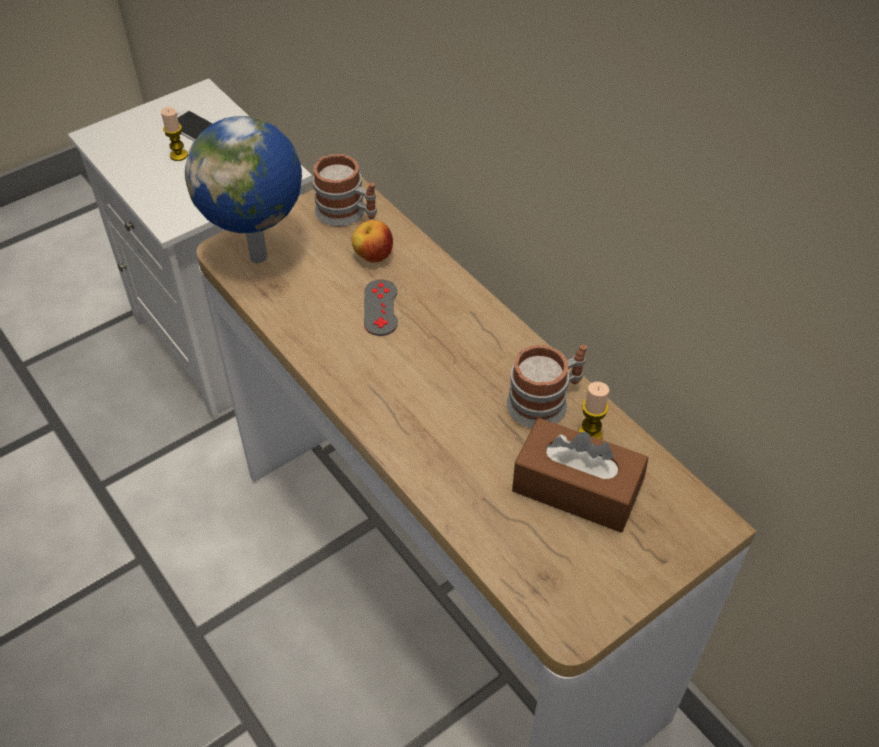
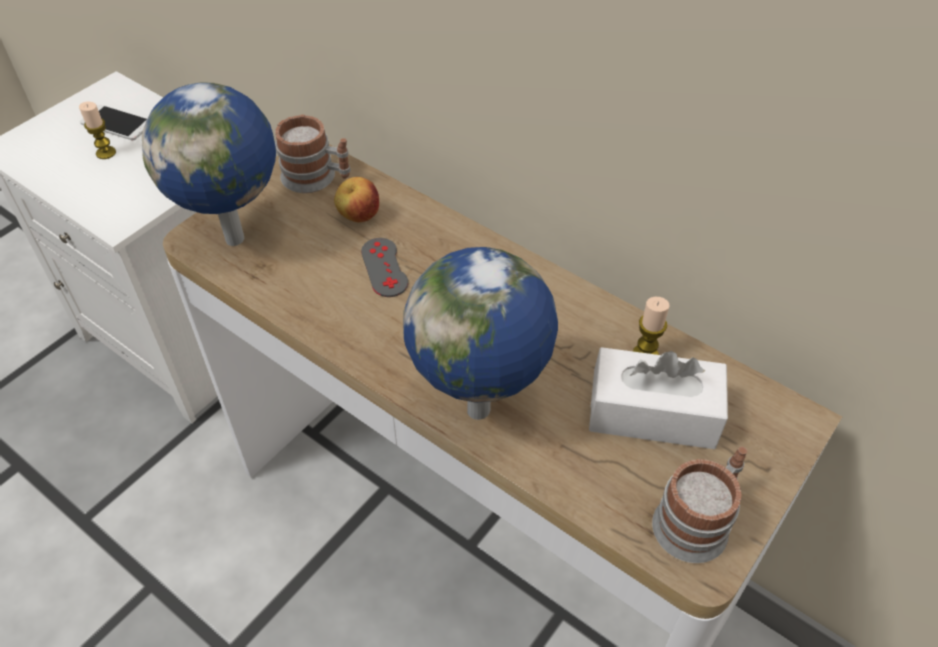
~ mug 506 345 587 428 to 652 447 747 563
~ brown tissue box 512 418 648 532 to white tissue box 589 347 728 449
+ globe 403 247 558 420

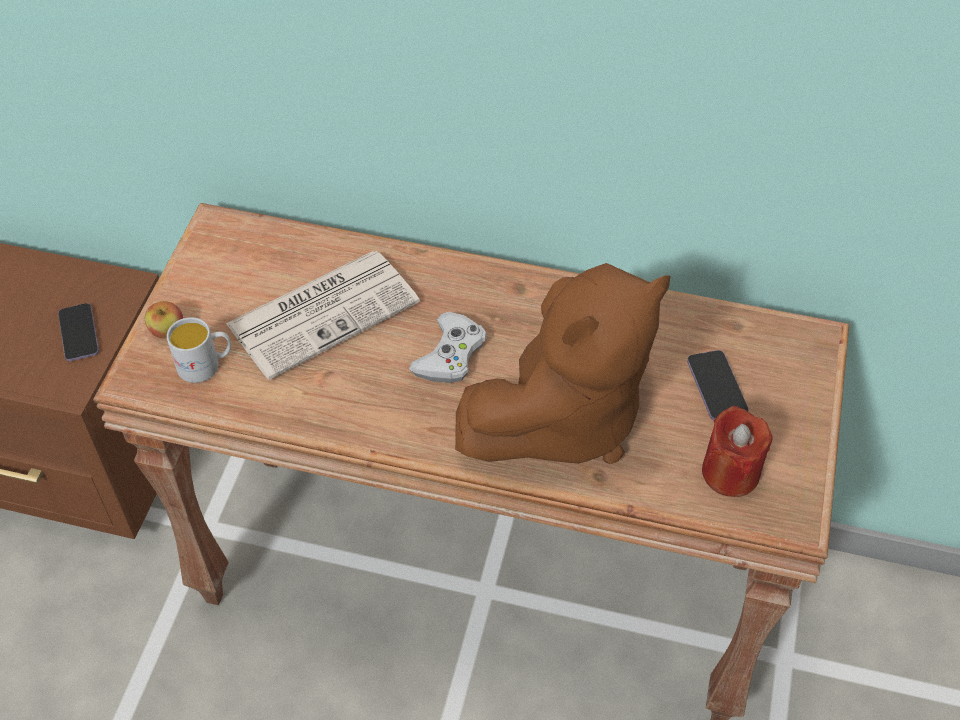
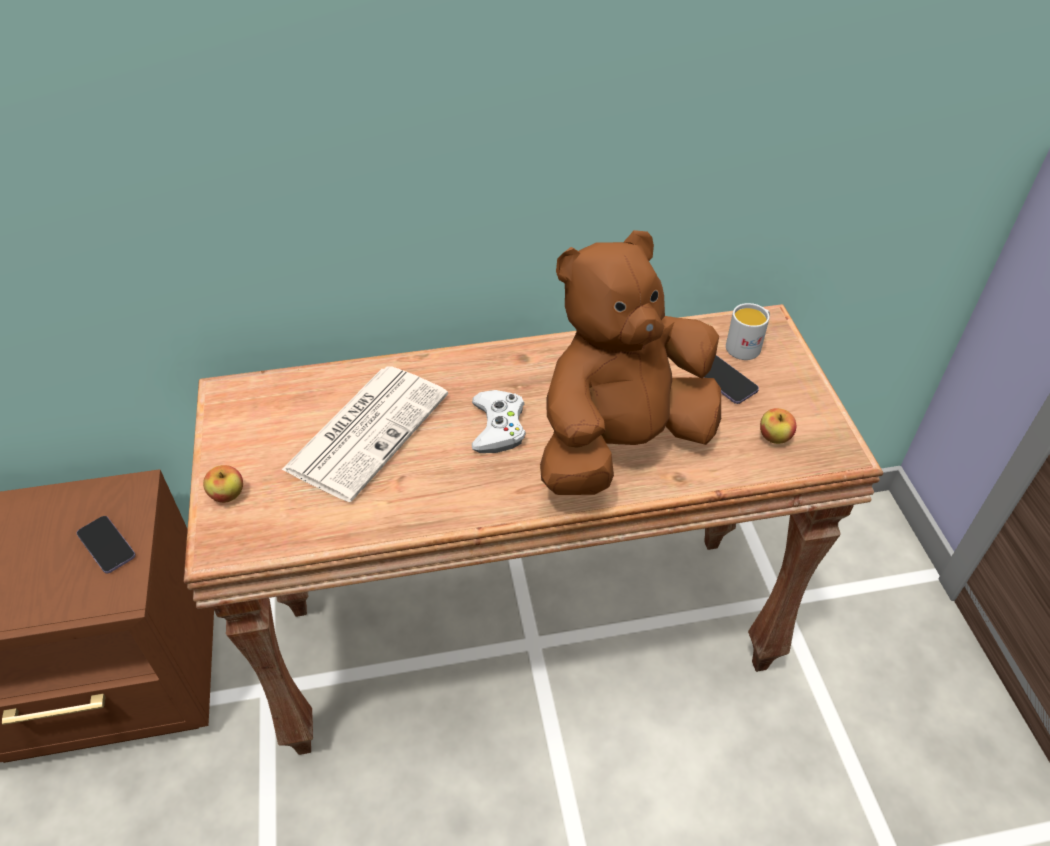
~ brown plush toy 455 263 671 464 = 540 230 721 495 150 degrees counterclockwise
~ white mug 167 317 231 383 to 726 303 770 360
~ red candle 702 406 773 497 to apple 760 408 796 444

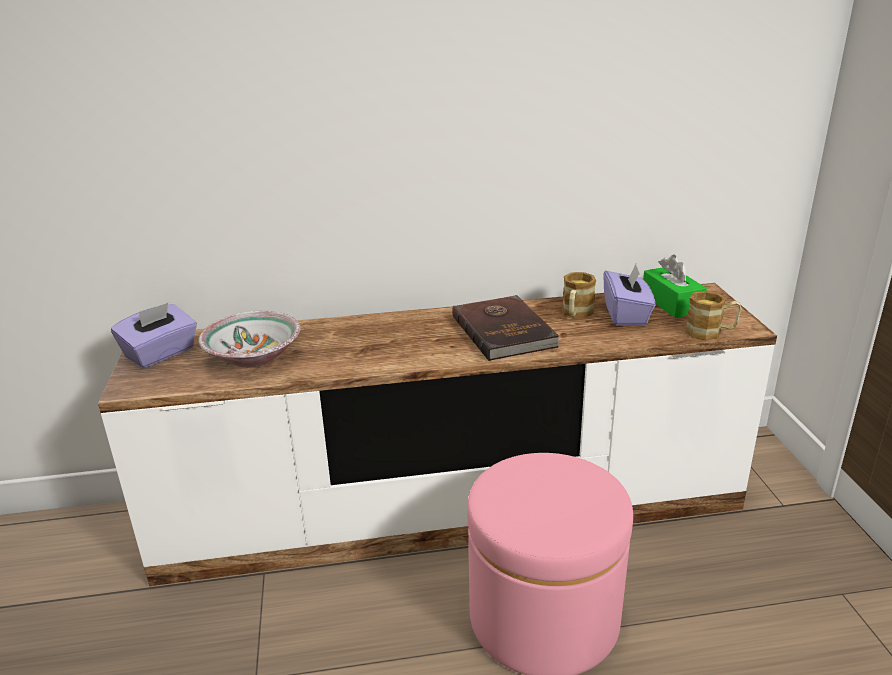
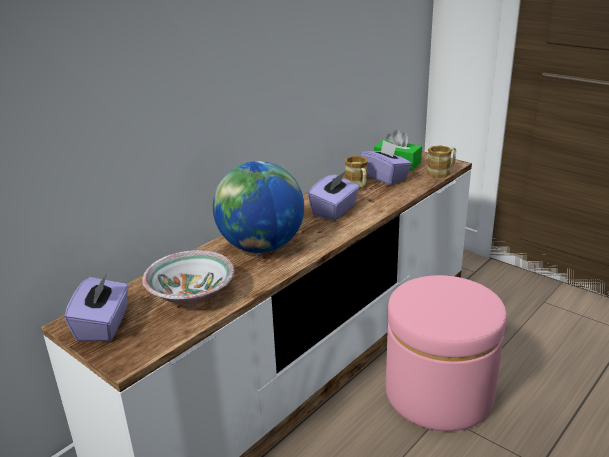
~ brown book 452 295 560 361 to purple tissue box 308 172 360 221
+ globe 213 161 304 253

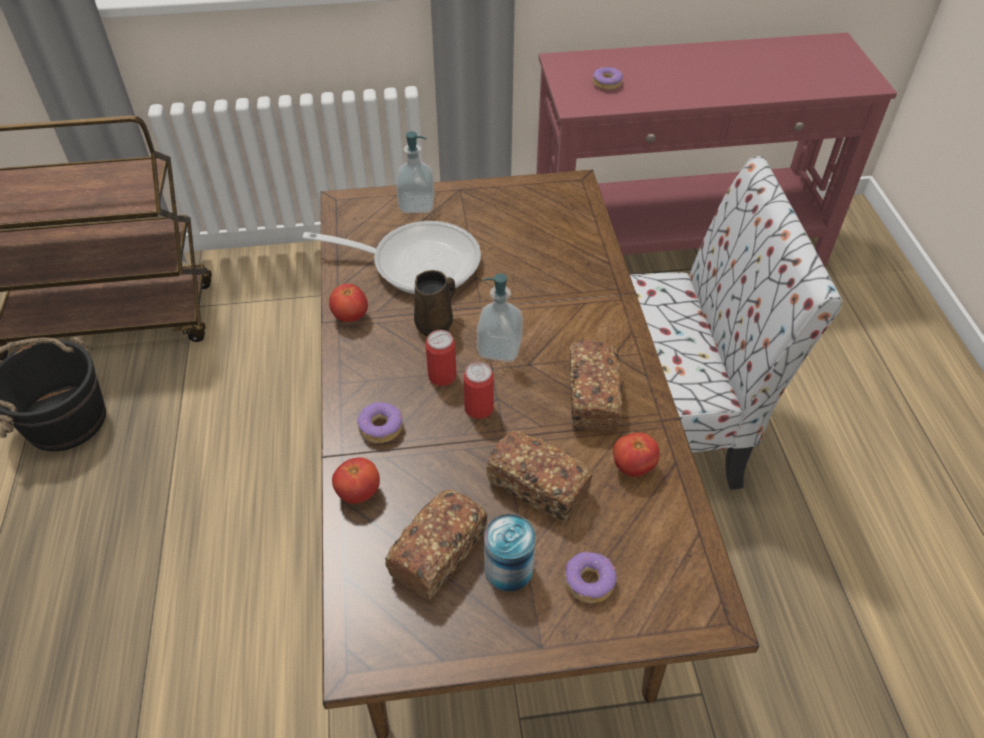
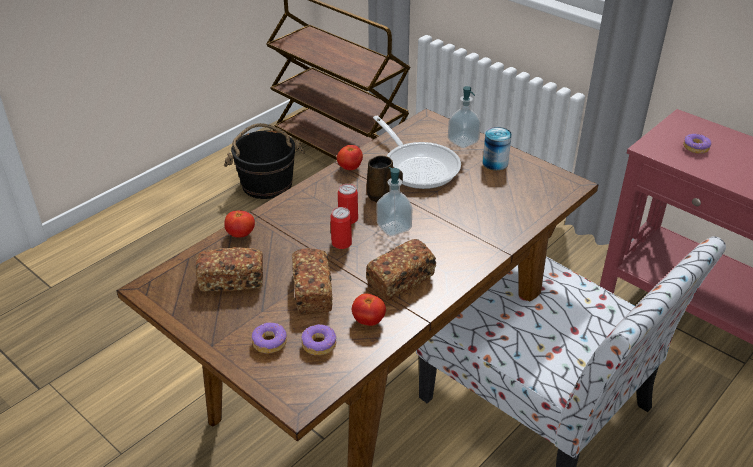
~ donut 357 402 403 443 to 301 324 336 355
~ can 484 514 535 592 to 483 127 512 170

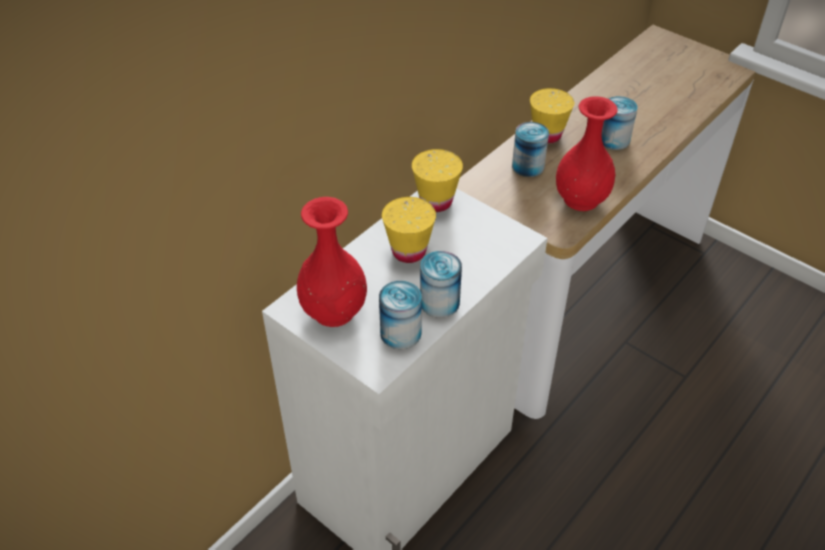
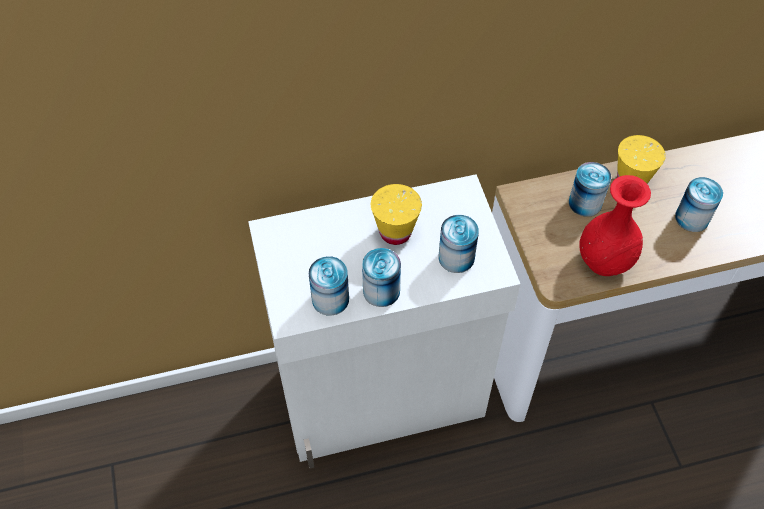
- yellow cup 412 149 463 212
- red vase 297 197 367 327
+ can 438 215 479 273

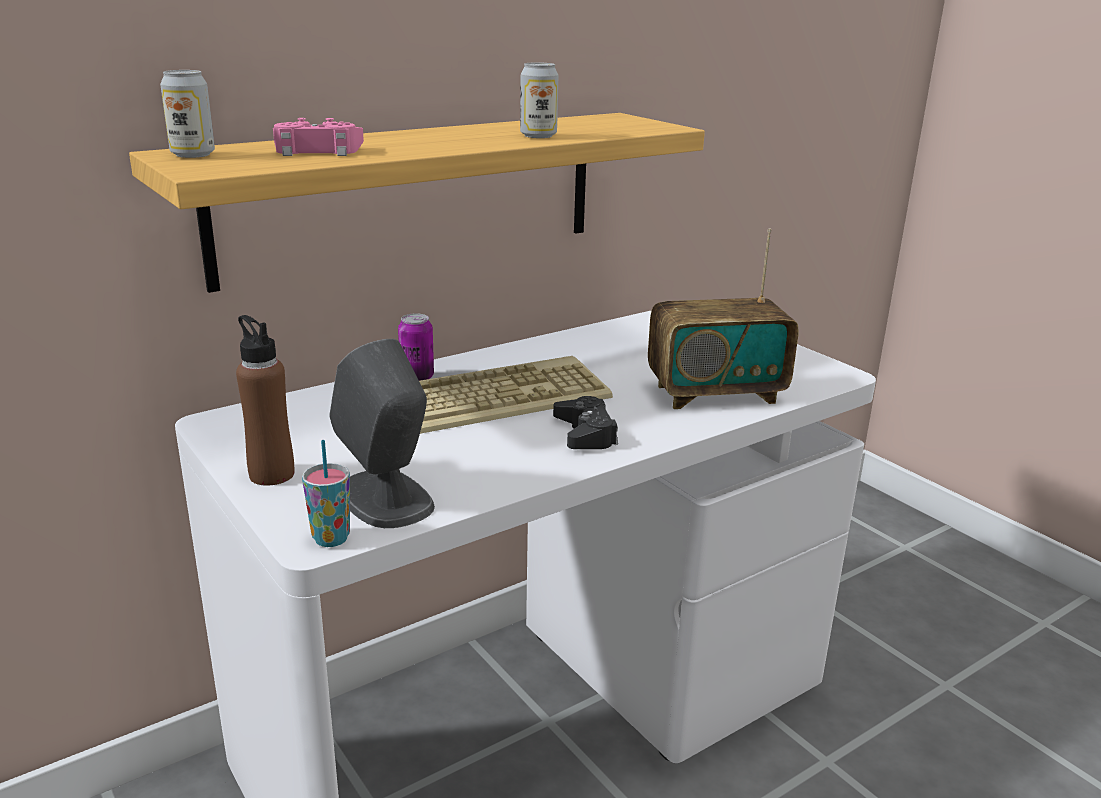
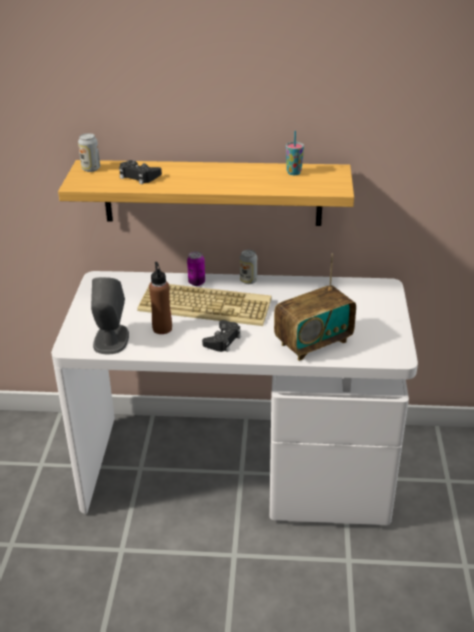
~ can 520 62 558 138 to 240 250 257 284
~ pink game controller 273 118 364 156 to black game controller 119 160 162 184
~ radio 648 228 799 409 = 274 253 356 361 60 degrees counterclockwise
~ brown bottle 236 315 294 486 to 149 262 172 334
~ cup 302 440 350 547 to 286 131 304 175

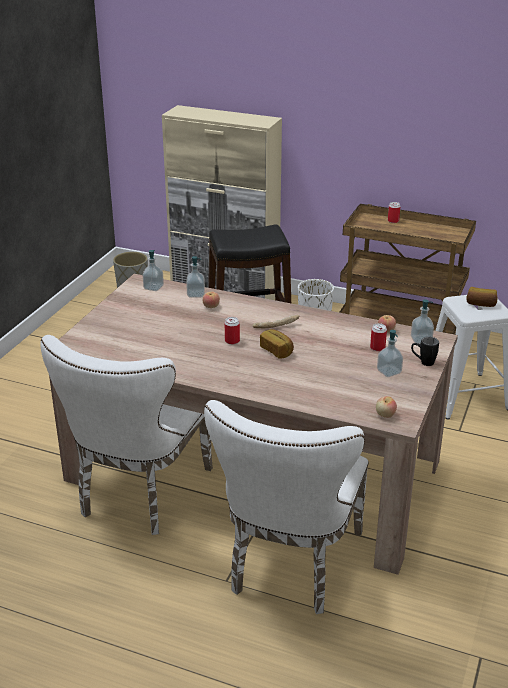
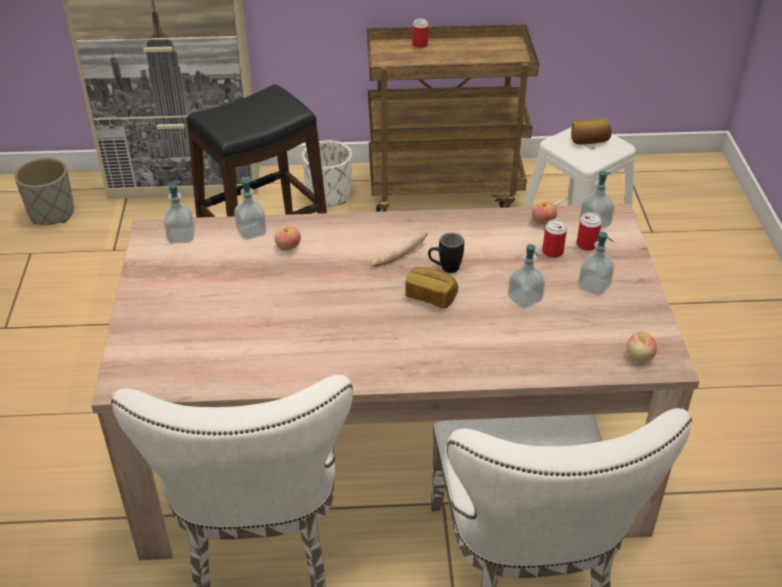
~ can 225 317 240 344 to 576 212 602 251
~ black mug 411 337 439 366 to 428 233 464 273
+ soap dispenser 508 244 545 309

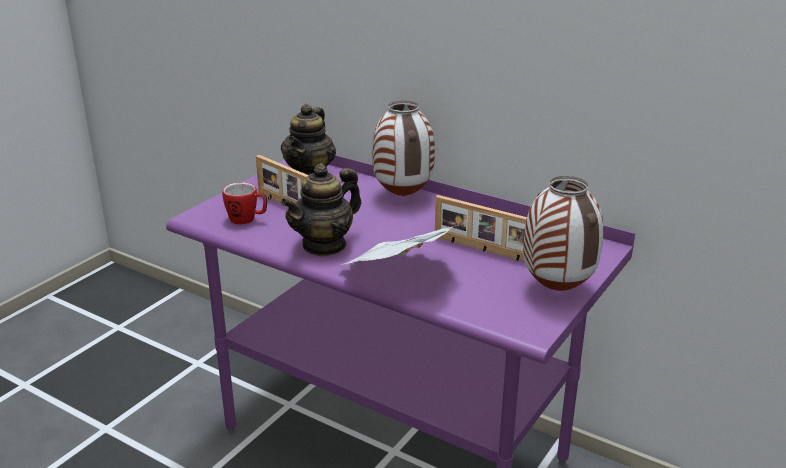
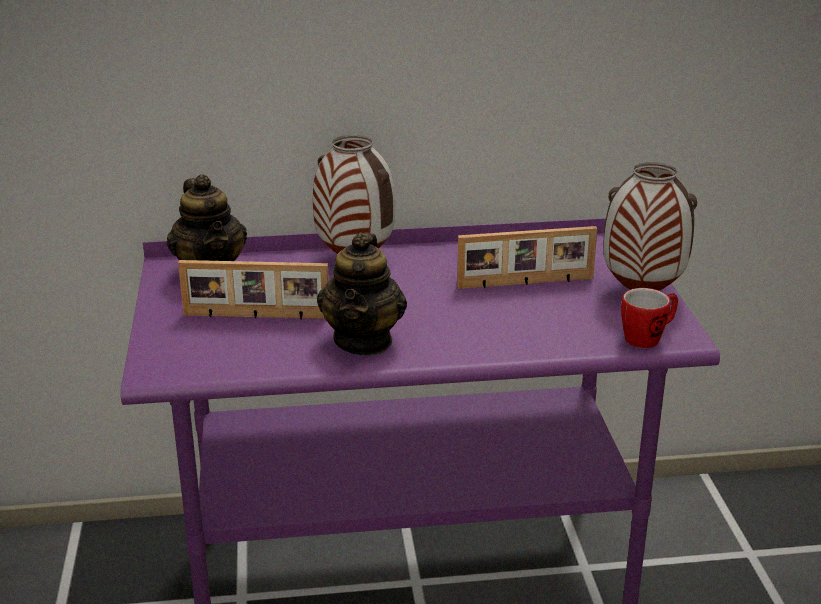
~ mug 222 182 267 224 to 621 288 678 348
- newspaper 341 225 458 265

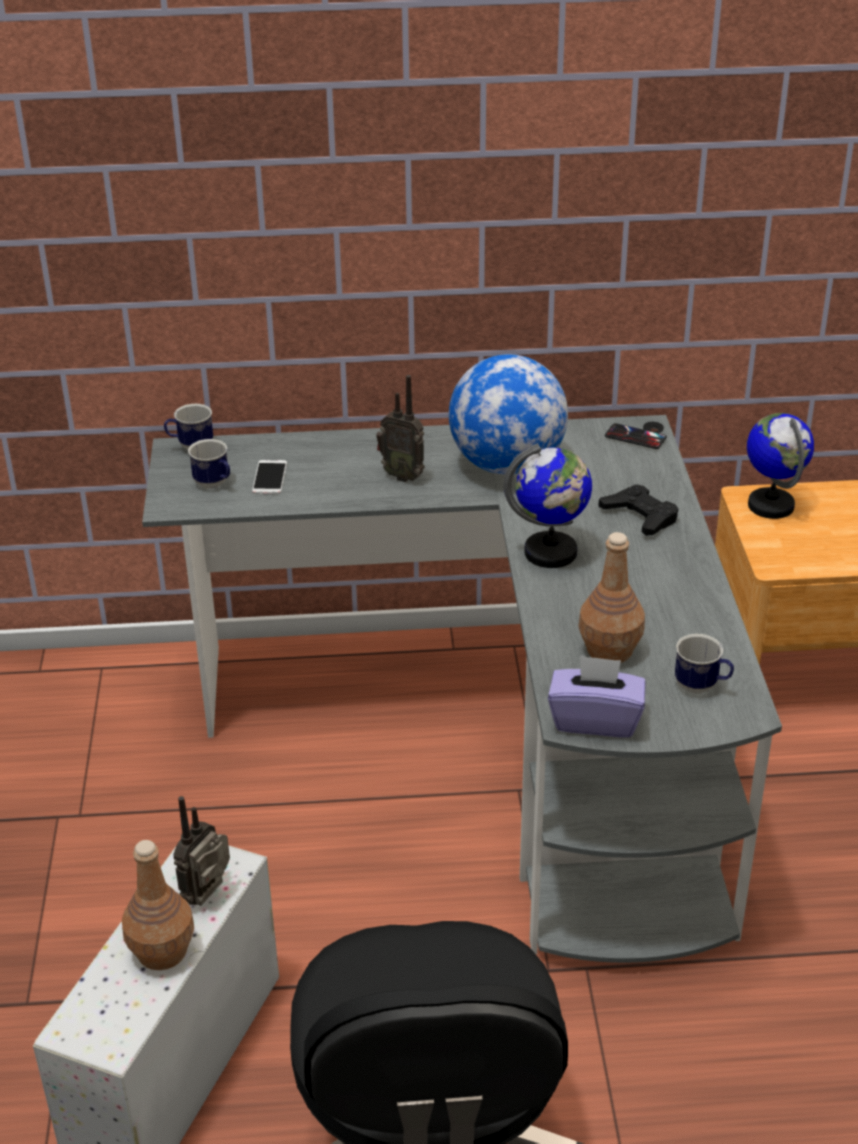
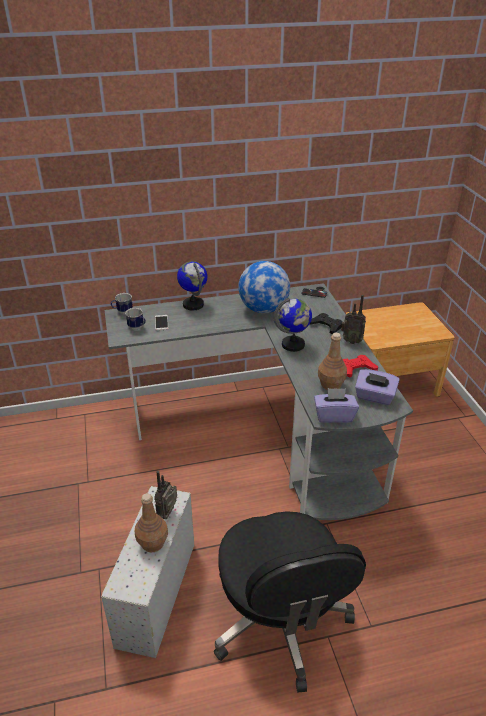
~ radio 376 375 425 482 to 341 295 366 344
~ globe 747 413 814 519 to 177 261 207 310
~ mug 675 634 734 693 to purple tissue box 355 369 400 405
+ red game controller 343 355 378 378

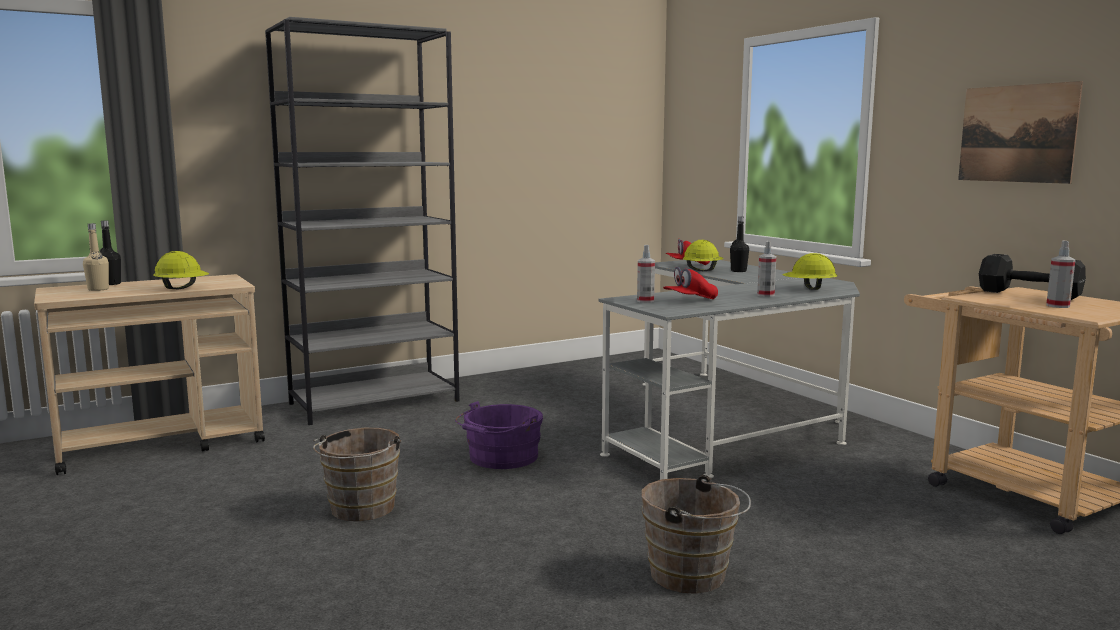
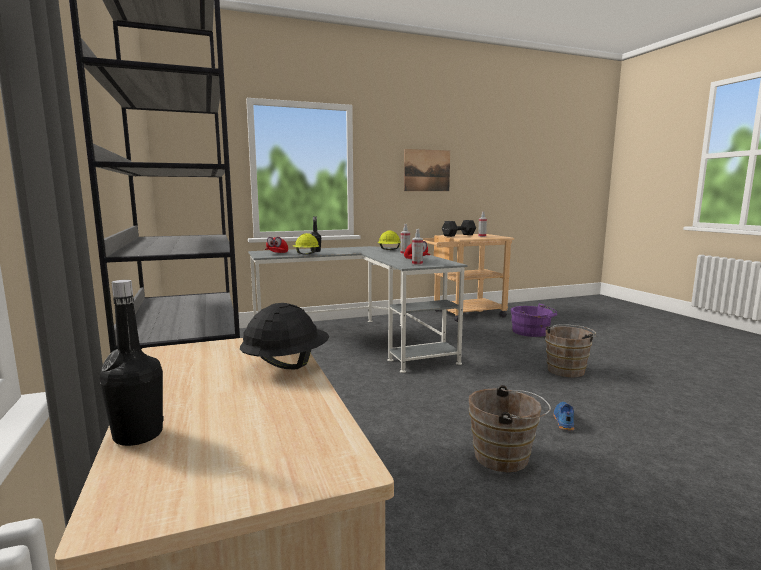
- beige bottle 83 223 109 291
~ yellow hard hat 153 251 209 289 to black hard hat 240 303 329 369
~ purple bucket 455 401 543 469 to 511 304 557 337
+ blue shoe 553 402 574 431

